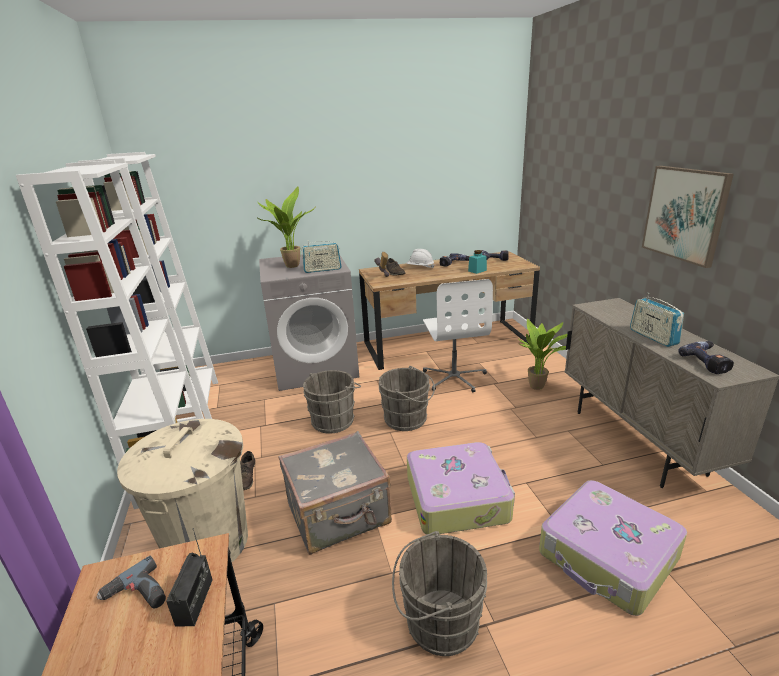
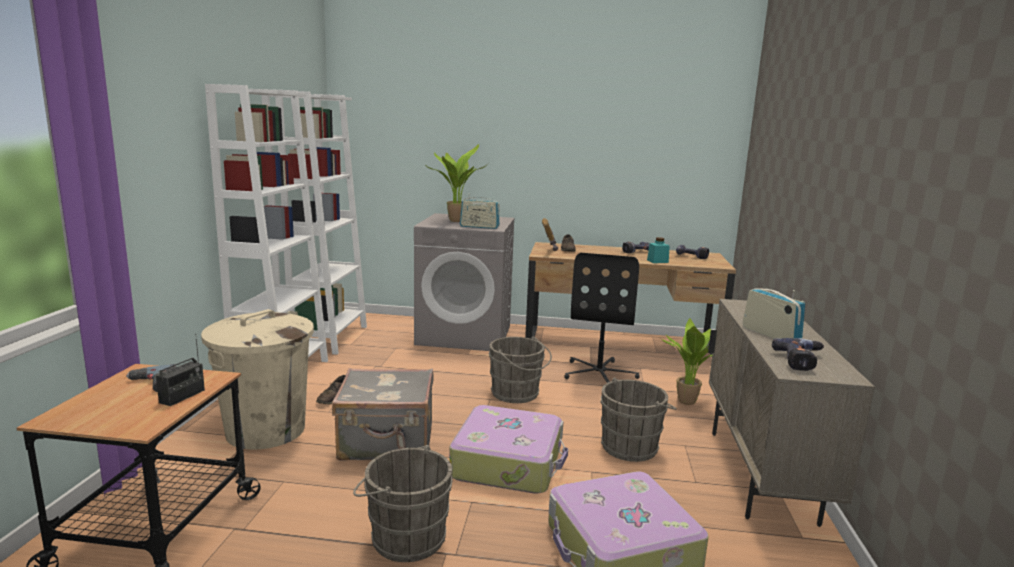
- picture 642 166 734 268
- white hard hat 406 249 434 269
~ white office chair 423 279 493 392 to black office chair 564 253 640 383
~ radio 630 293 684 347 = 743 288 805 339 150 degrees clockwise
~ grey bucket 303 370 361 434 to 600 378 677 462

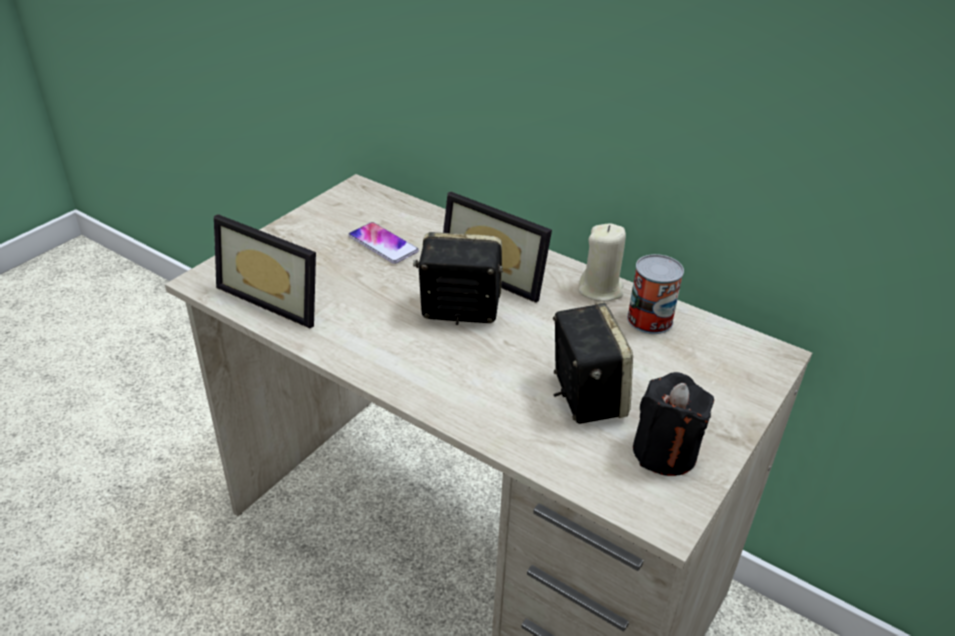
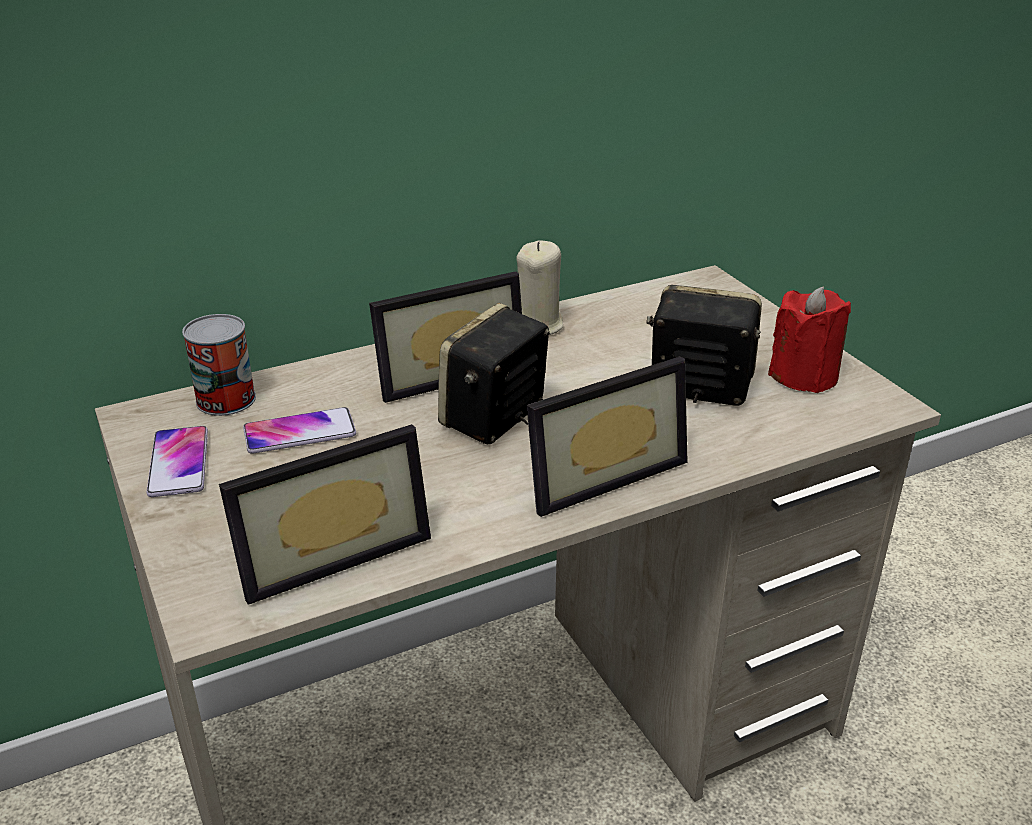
~ can 627 254 684 334 to 182 314 256 416
~ black candle 633 372 714 476 to red candle 768 287 851 393
+ picture frame 527 356 688 517
+ phone 147 426 208 497

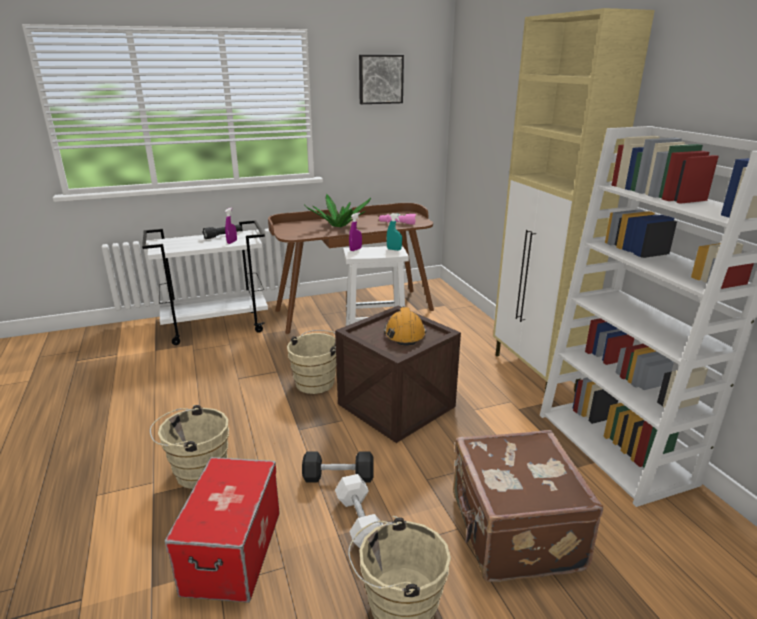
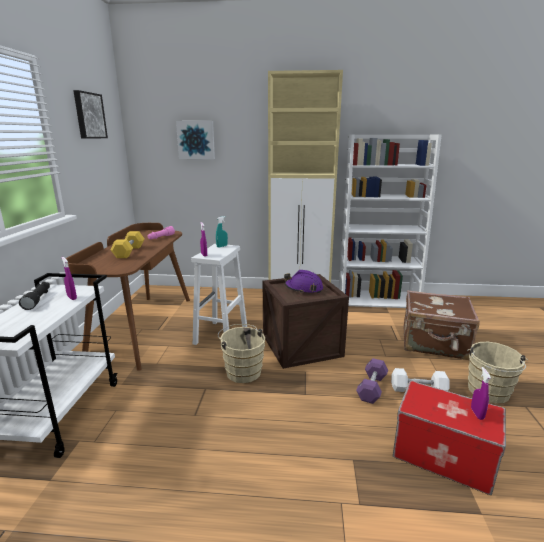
~ potted plant 304 194 371 227 to yellow dumbbell 111 231 145 258
~ orange hard hat 384 307 426 346 to purple hard hat 284 270 323 294
- beige bucket 150 405 229 489
~ black dumbbell 302 451 374 483 to purple dumbbell 356 358 388 404
+ picture 176 121 215 159
+ purple spray bottle 471 367 491 420

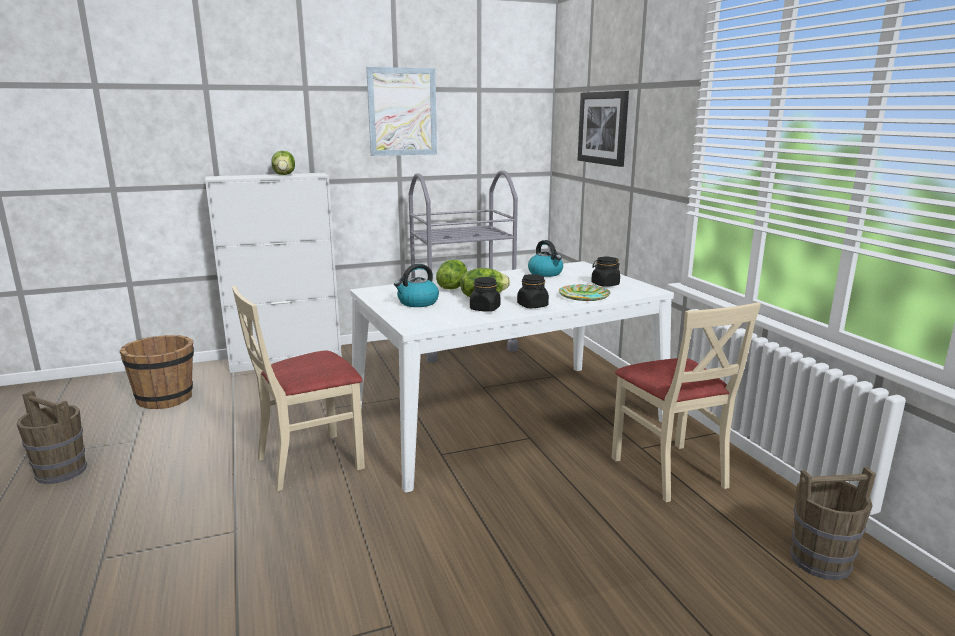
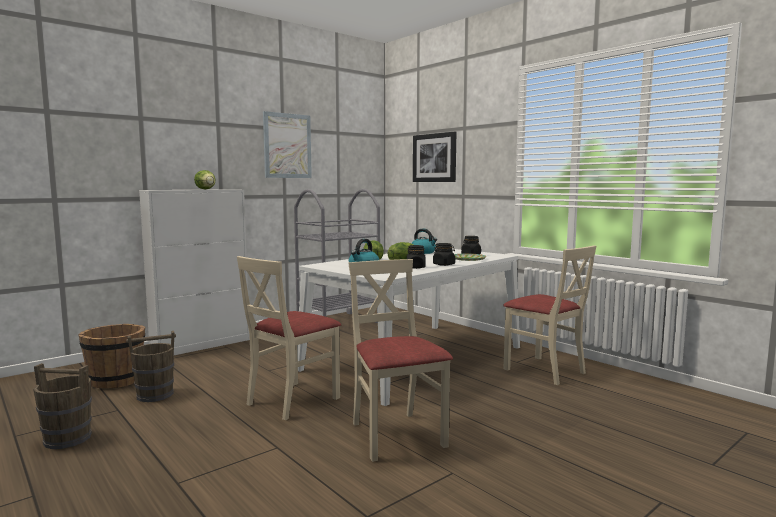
~ brown bucket 791 467 876 580 to 126 331 176 402
+ beige chair 348 259 453 462

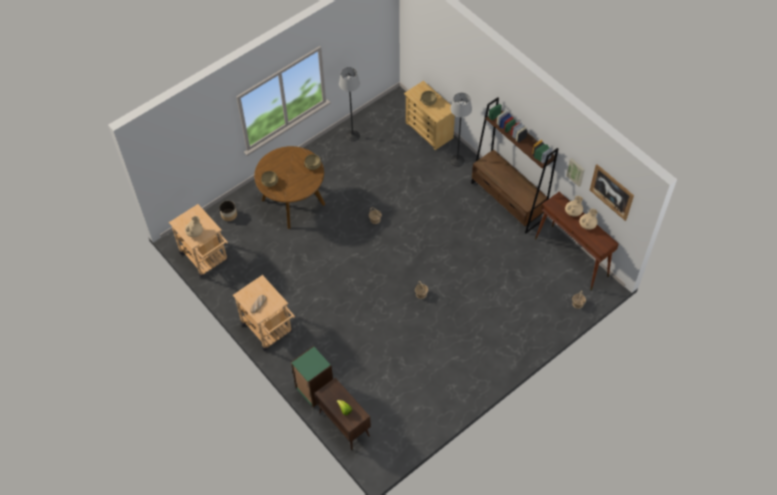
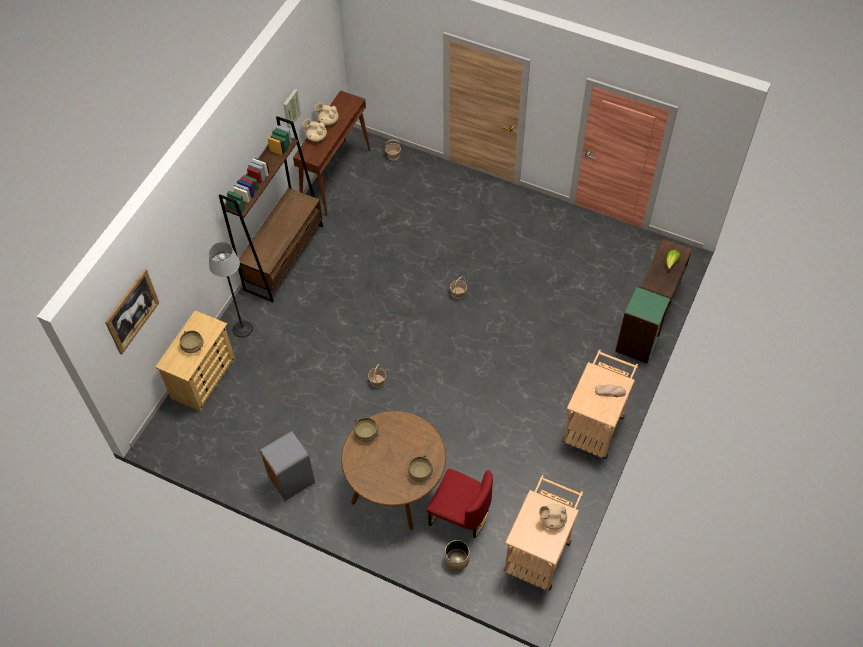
- floor lamp 339 67 360 142
~ picture 590 164 634 221 to 105 269 159 355
+ grey trash can 260 431 315 501
+ red chair 427 469 493 538

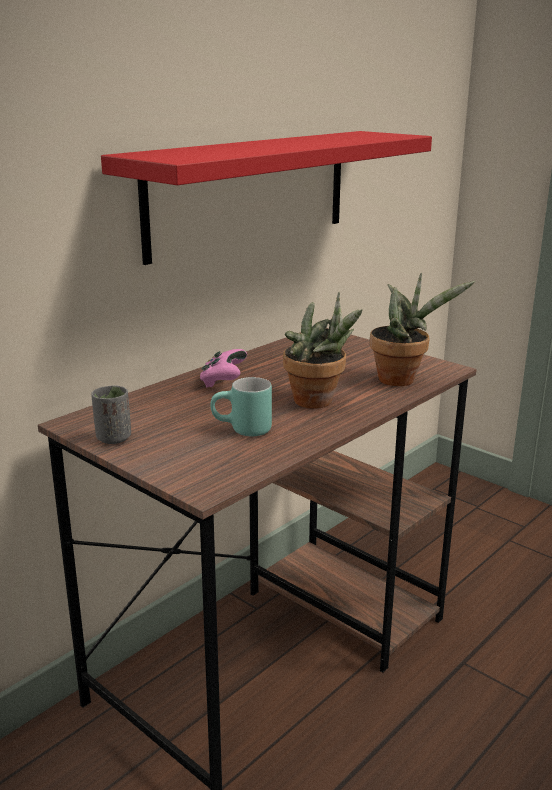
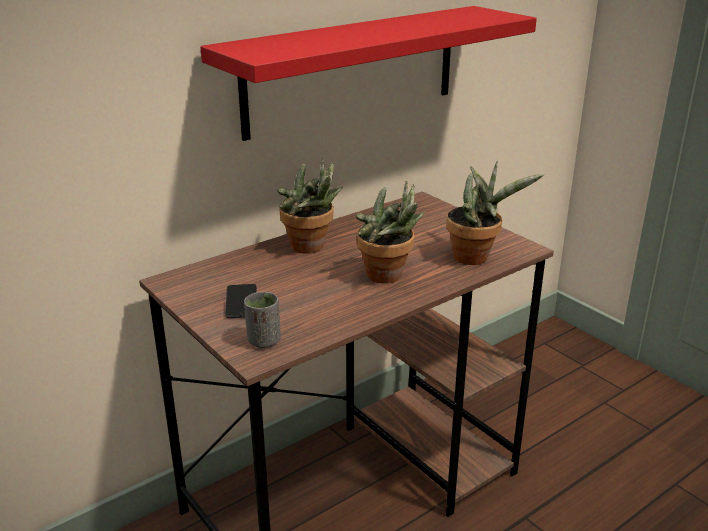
~ pink game controller 200 349 247 387 to potted plant 277 157 343 254
- turquoise mug 210 377 272 436
~ grey cup 91 385 131 444 to 244 292 281 348
+ phone 225 284 257 318

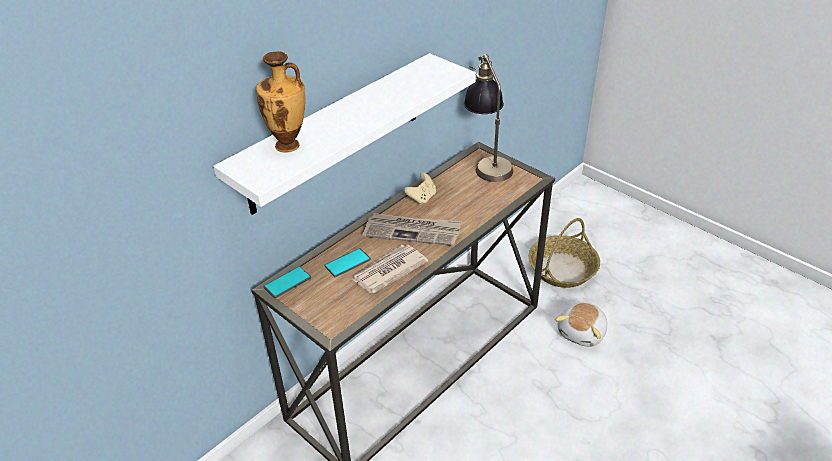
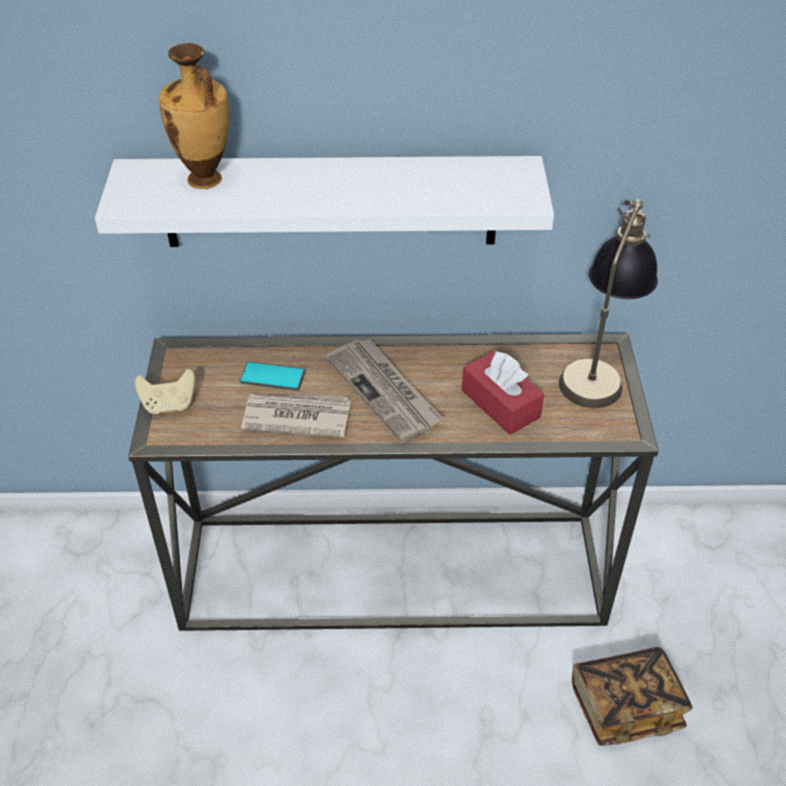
~ beige game controller 404 172 436 205 to 135 369 195 414
- basket 529 218 600 288
- phone 263 266 311 299
~ plush toy 555 302 607 347 to book 572 647 693 746
+ red tissue box 462 351 544 435

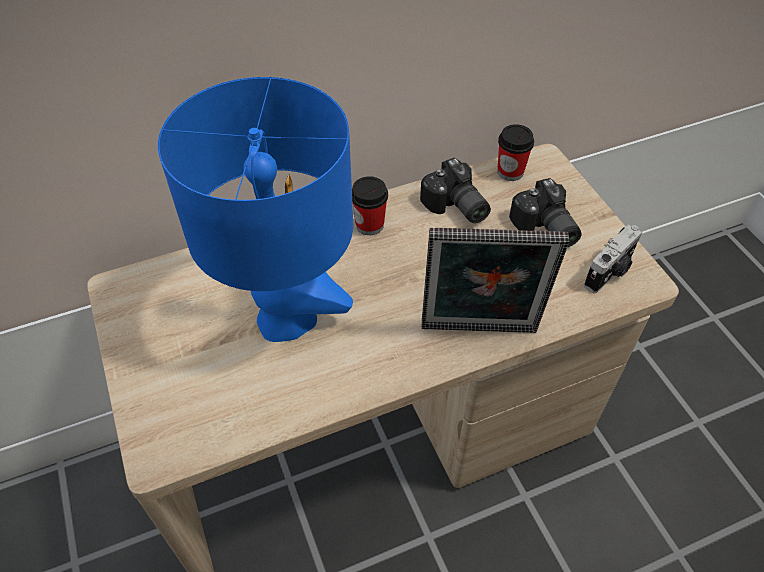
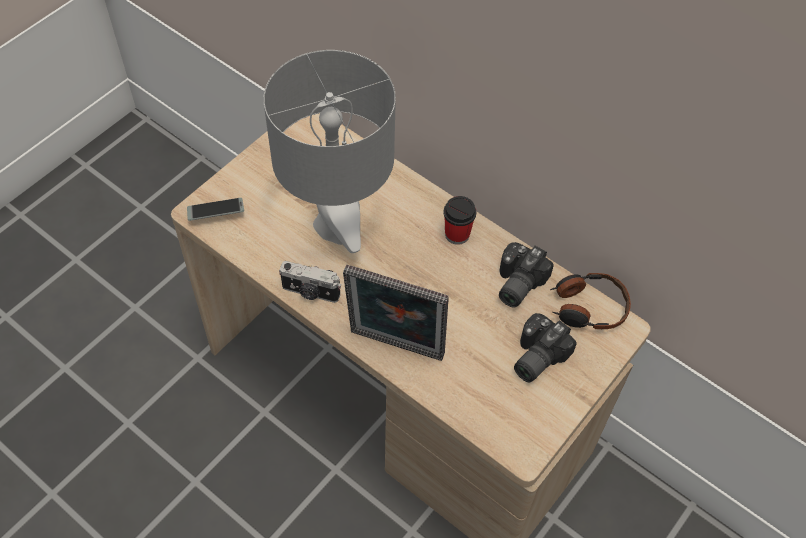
~ blue table lamp 158 77 353 342 to grey table lamp 263 50 396 253
~ cup 497 124 534 181 to headphones 550 273 631 329
~ photo camera 584 225 642 293 to 279 261 341 303
~ picture frame 422 228 569 333 = 343 264 449 361 45 degrees counterclockwise
+ phone 187 198 244 221

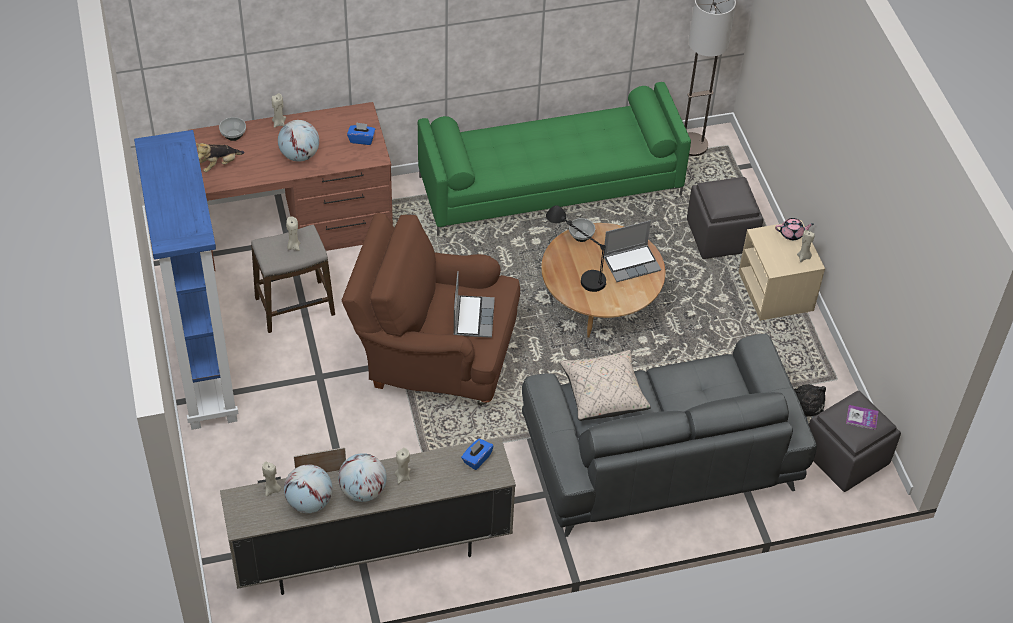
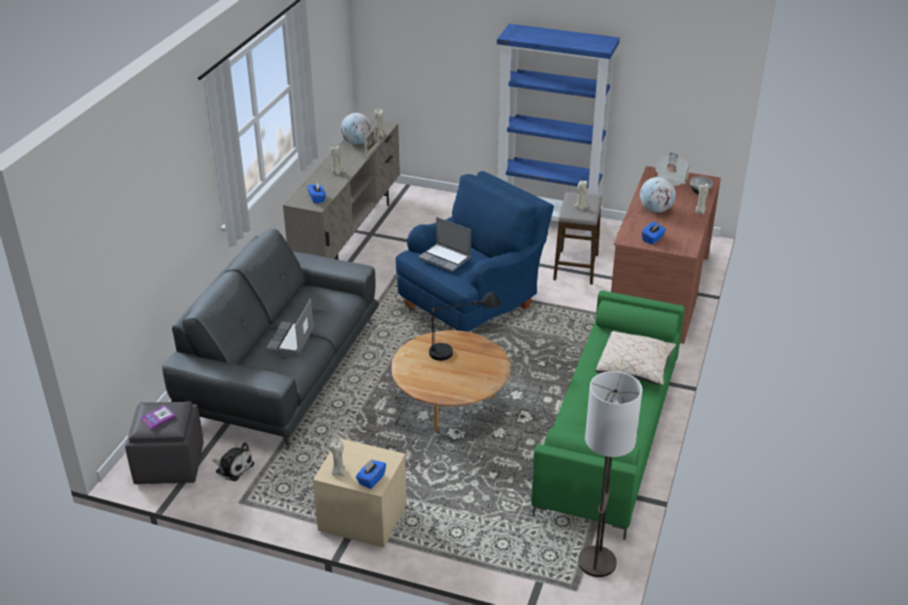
~ plush toy 196 143 244 172 to newspaper 655 152 690 186
- grey ottoman 687 177 763 259
~ brown armchair 341 213 520 406 to blue armchair 396 171 554 332
- bowl 569 218 595 242
~ pink teapot 775 218 814 240 to blue tissue box 356 459 386 489
~ laptop 604 220 661 282 to 266 299 314 354
~ beige pillow 560 350 651 421 to 595 331 676 385
- globe 338 453 387 502

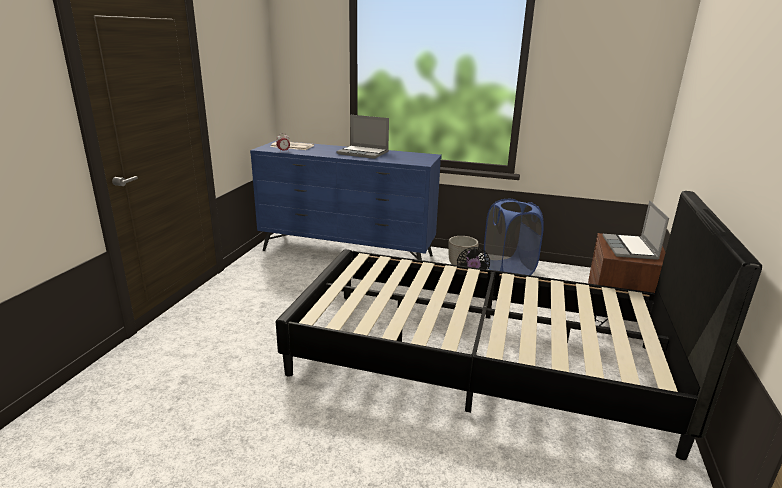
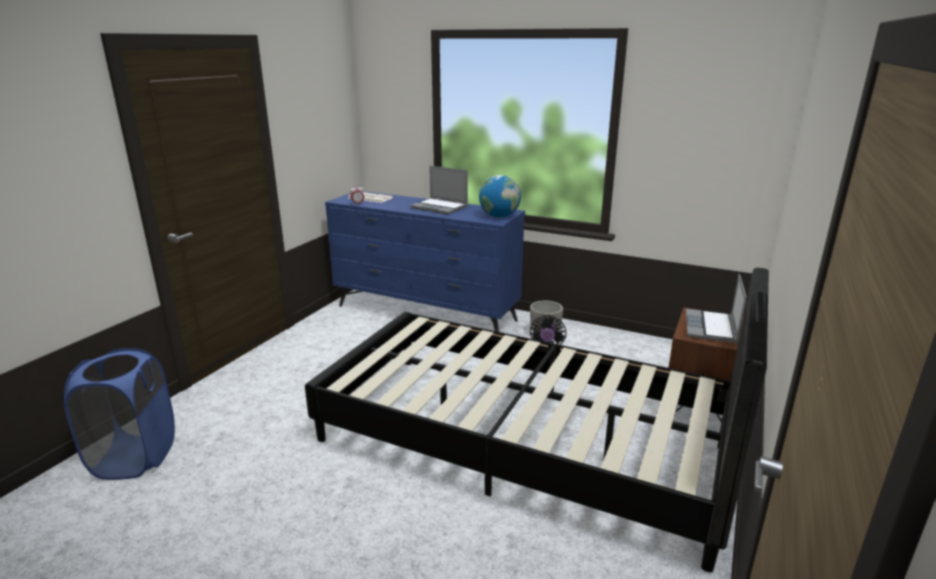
~ blue laundry basket 484 199 544 275 to 64 348 175 480
+ globe 479 175 521 218

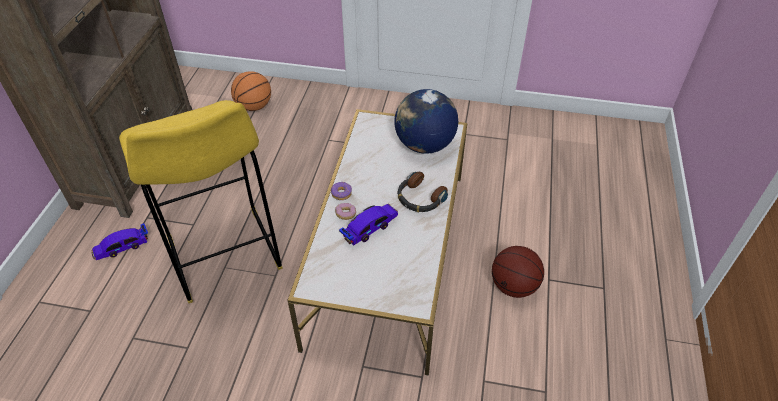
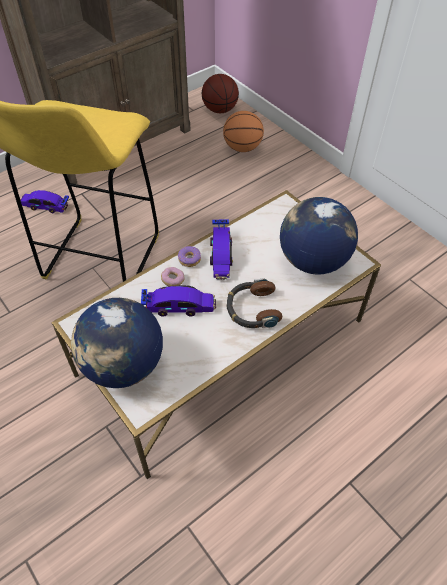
~ basketball 492 246 544 298 to 202 74 239 113
+ toy car 210 219 233 280
+ globe 71 298 163 388

